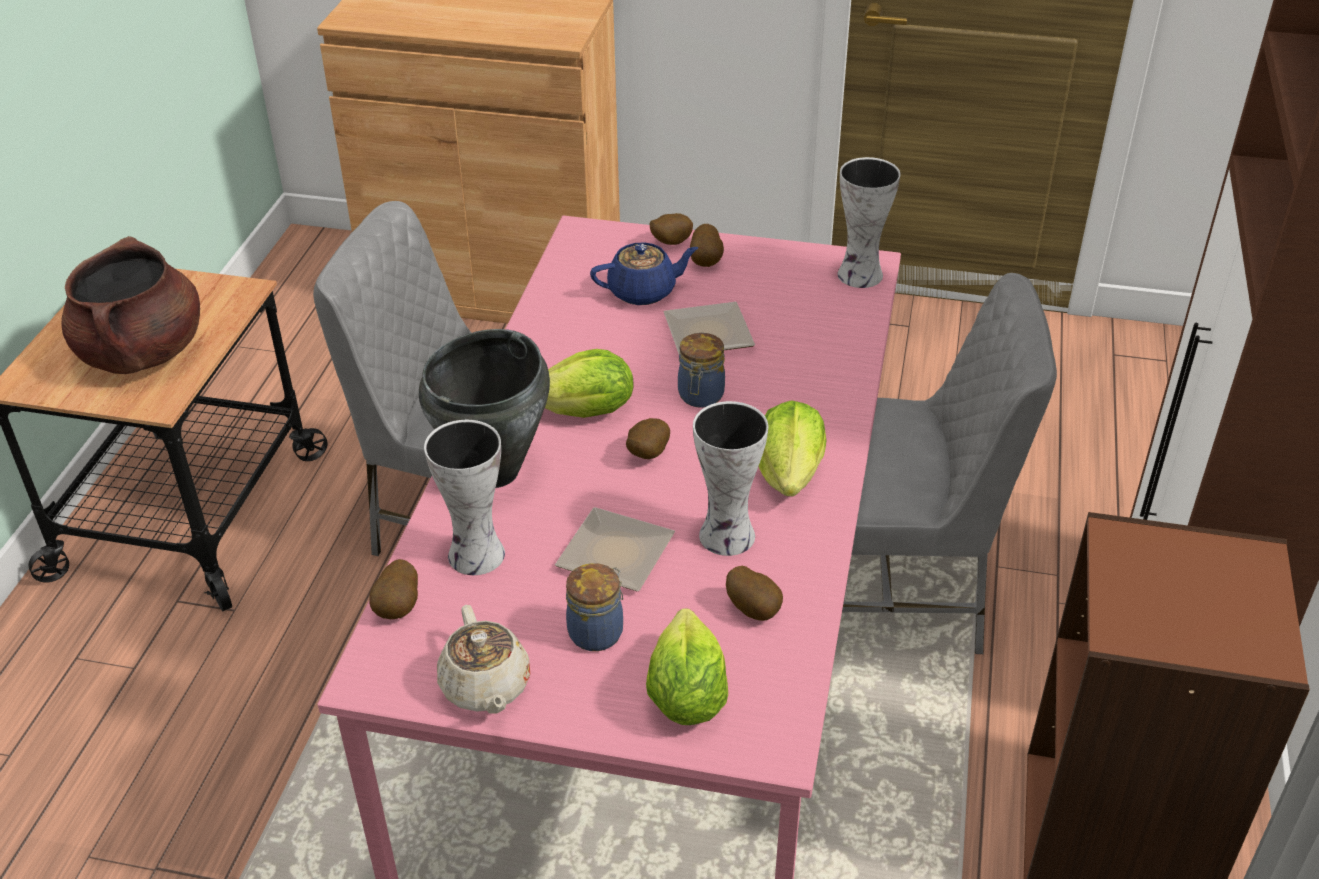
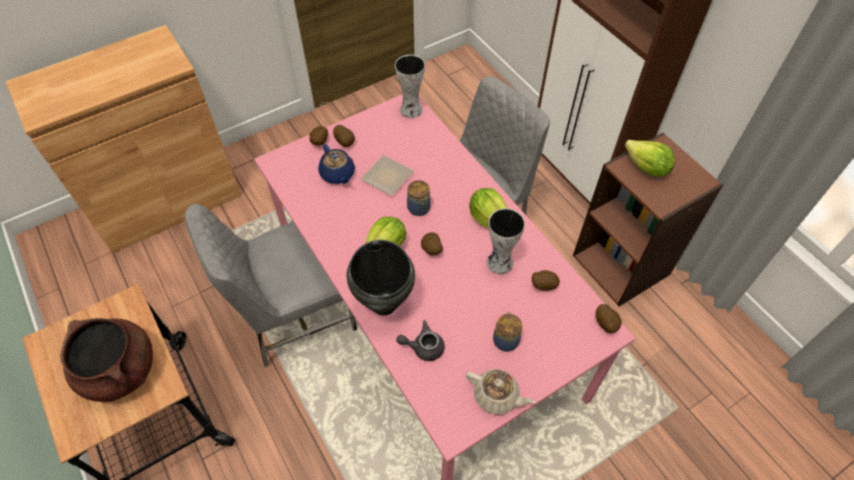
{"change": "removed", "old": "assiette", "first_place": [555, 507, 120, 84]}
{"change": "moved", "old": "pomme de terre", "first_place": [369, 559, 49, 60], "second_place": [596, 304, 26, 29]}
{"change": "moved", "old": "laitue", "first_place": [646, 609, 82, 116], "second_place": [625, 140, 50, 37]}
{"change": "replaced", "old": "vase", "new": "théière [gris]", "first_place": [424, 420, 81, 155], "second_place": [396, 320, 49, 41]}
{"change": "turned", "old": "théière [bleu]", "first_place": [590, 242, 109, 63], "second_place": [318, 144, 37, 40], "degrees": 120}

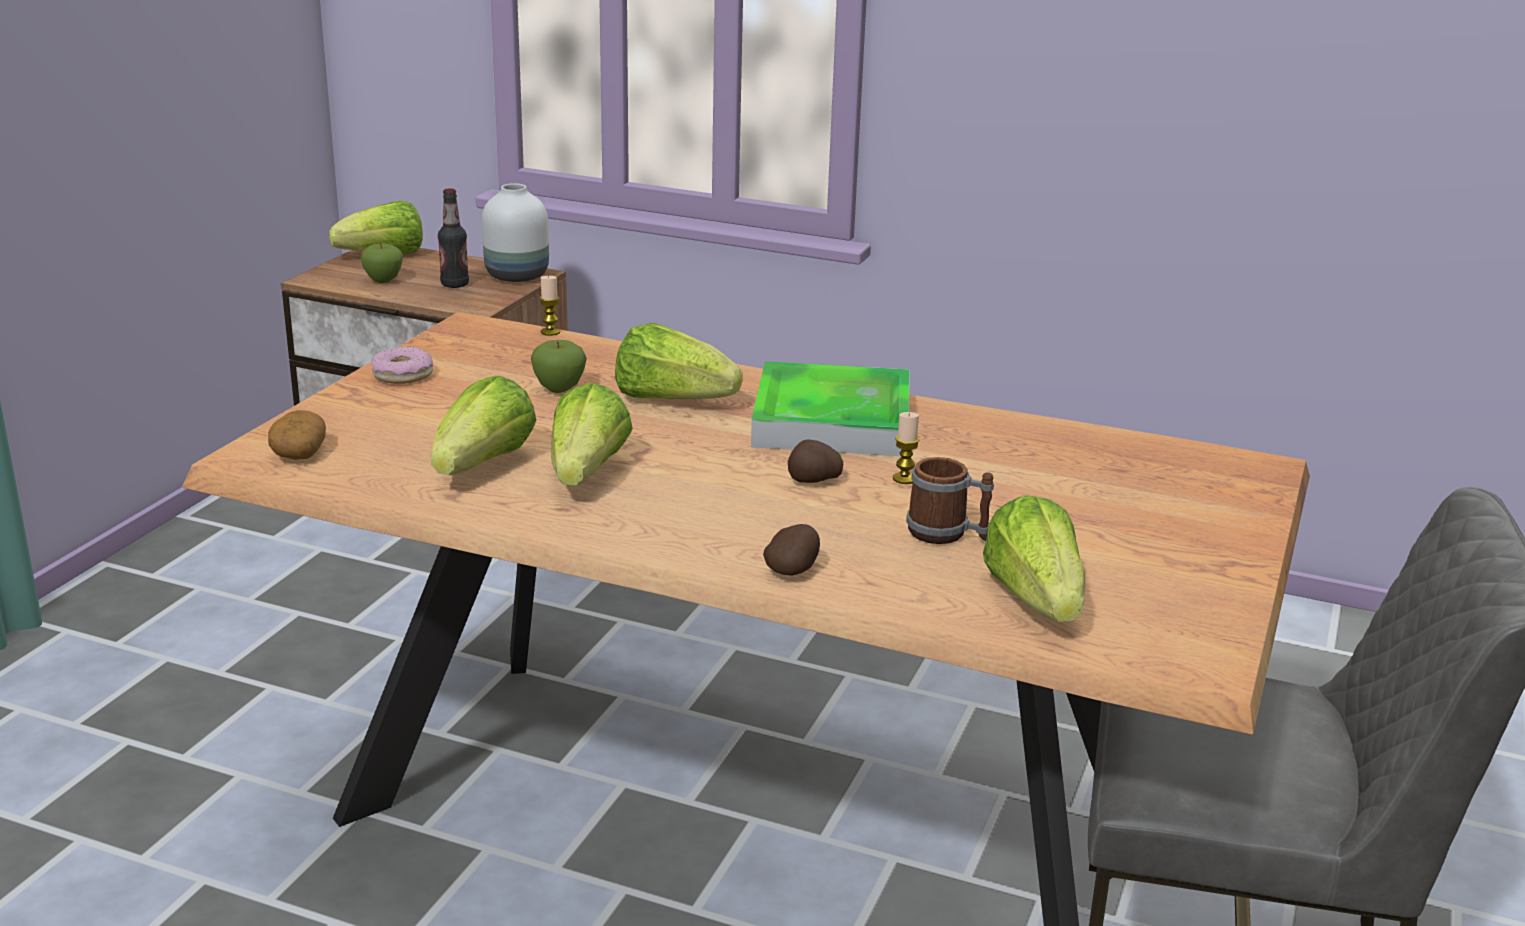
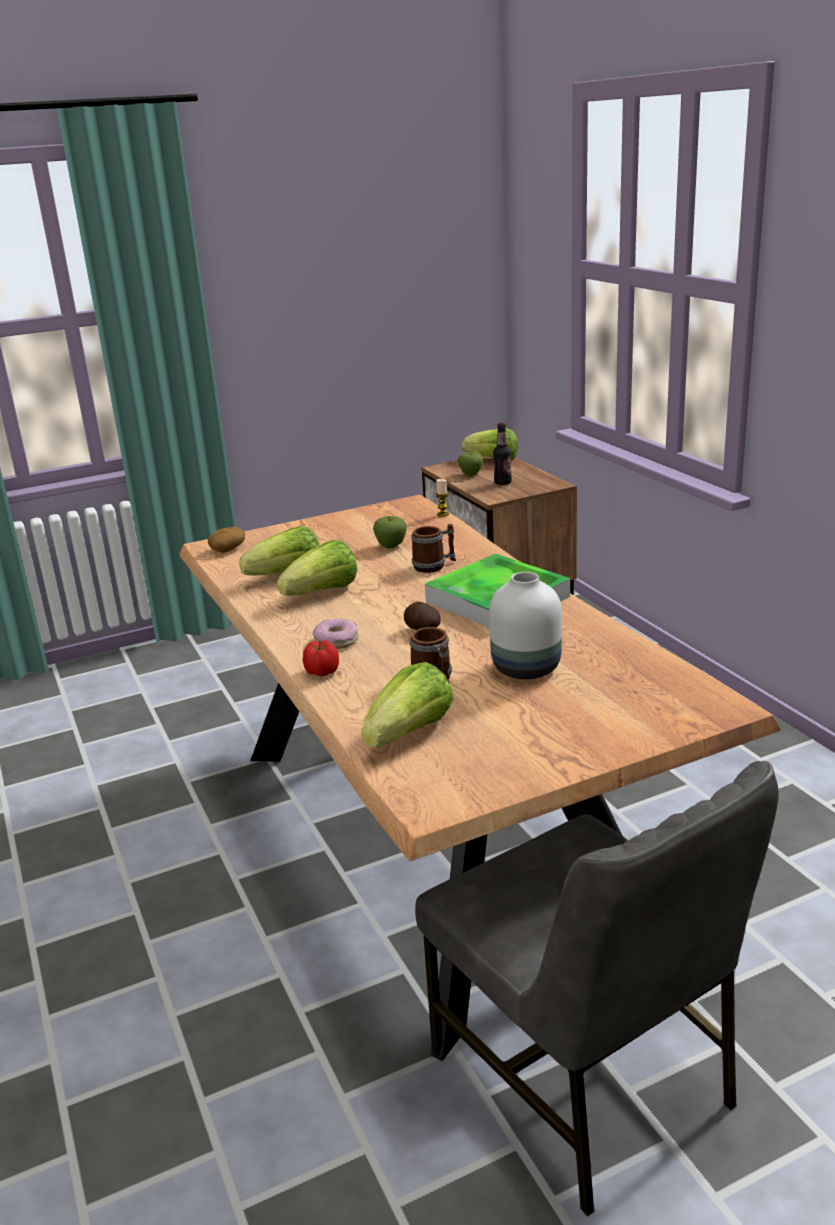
{"change": "removed", "old": "bougie", "first_place": [893, 412, 27, 72]}
{"change": "moved", "old": "beignet", "first_place": [371, 346, 62, 38], "second_place": [313, 619, 46, 30]}
{"change": "moved", "old": "vase [blanc]", "first_place": [482, 183, 67, 99], "second_place": [489, 572, 73, 107]}
{"change": "replaced", "old": "laitue", "new": "mug", "first_place": [615, 323, 128, 76], "second_place": [411, 524, 45, 49]}
{"change": "replaced", "old": "pomme de terre", "new": "tomate", "first_place": [763, 524, 57, 52], "second_place": [303, 640, 36, 36]}

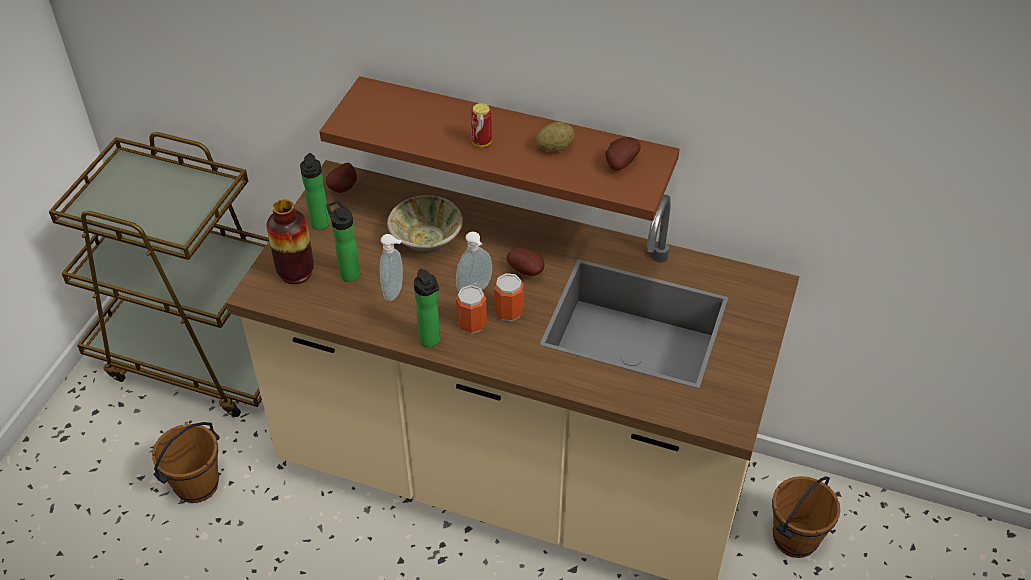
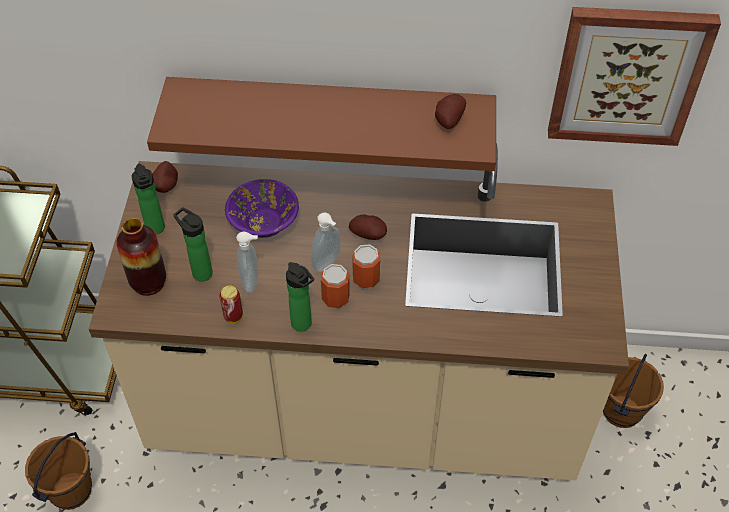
{"change": "removed", "old": "pomme de terre", "first_place": [536, 122, 38, 30]}
{"change": "added", "new": "tableau", "second_place": [548, 7, 173, 139]}
{"change": "moved", "old": "boîte métallique", "first_place": [471, 103, 21, 44], "second_place": [219, 286, 24, 37]}
{"change": "recoloured", "old": "bol [beige]", "new": "bol [violet]", "first_place": [387, 195, 76, 59], "second_place": [225, 179, 74, 59]}

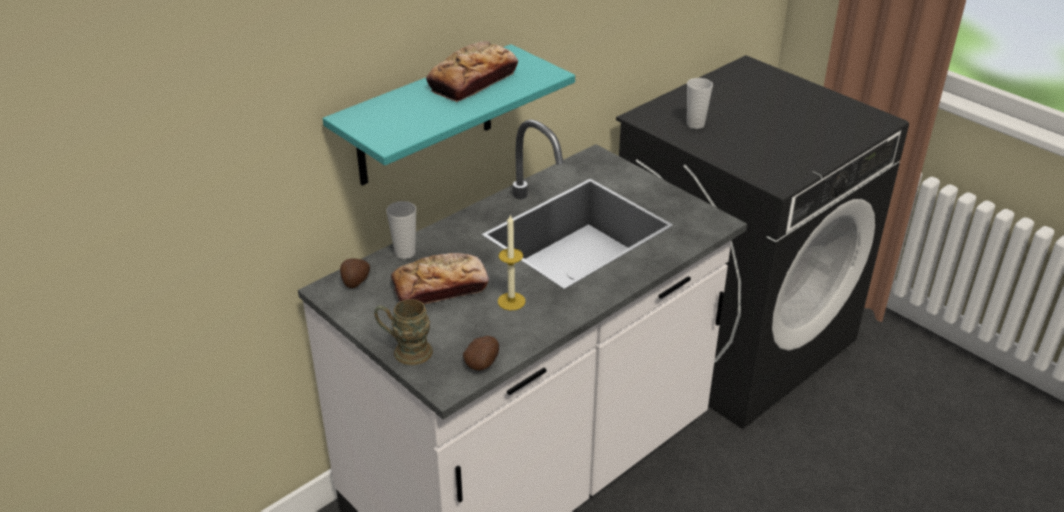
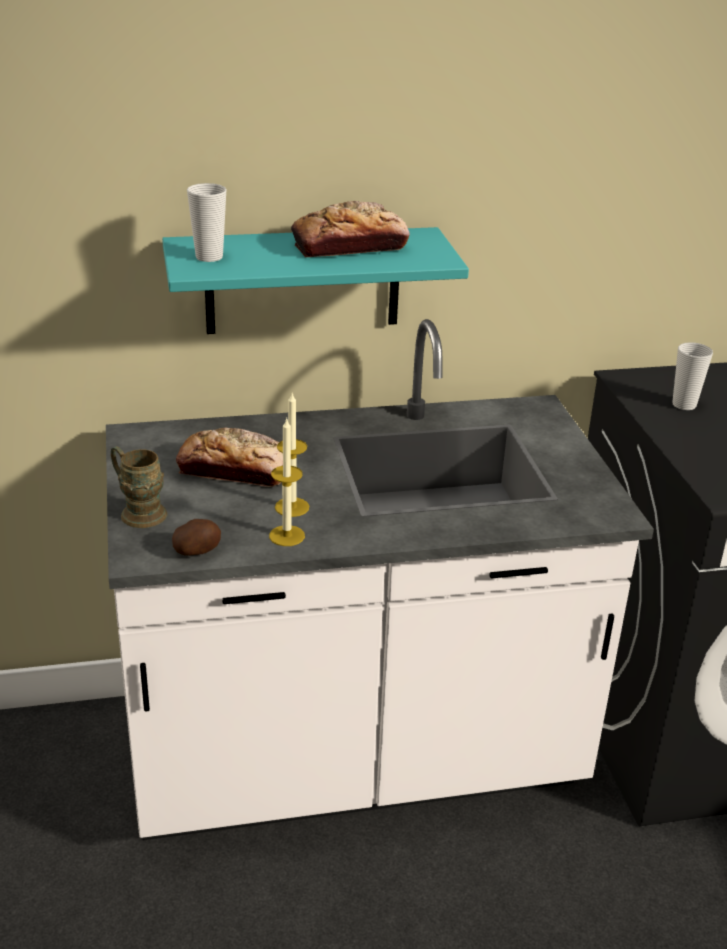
{"change": "removed", "old": "pomme de terre", "first_place": [340, 258, 30, 30]}
{"change": "added", "new": "bougie", "second_place": [269, 418, 36, 128]}
{"change": "moved", "old": "tasse", "first_place": [387, 201, 29, 58], "second_place": [187, 183, 39, 79]}

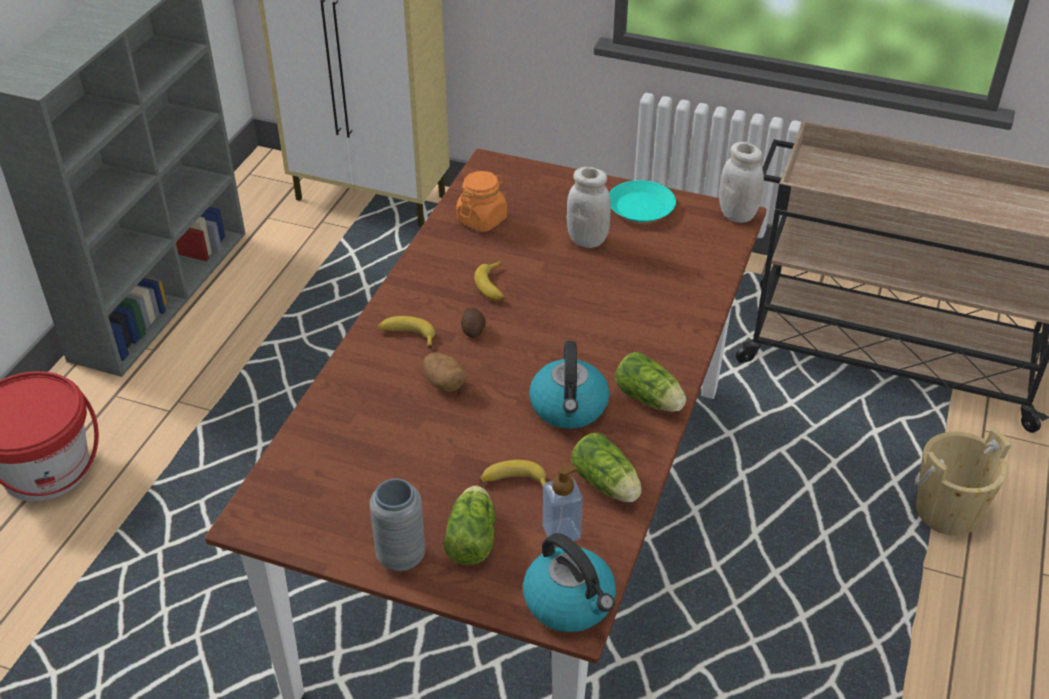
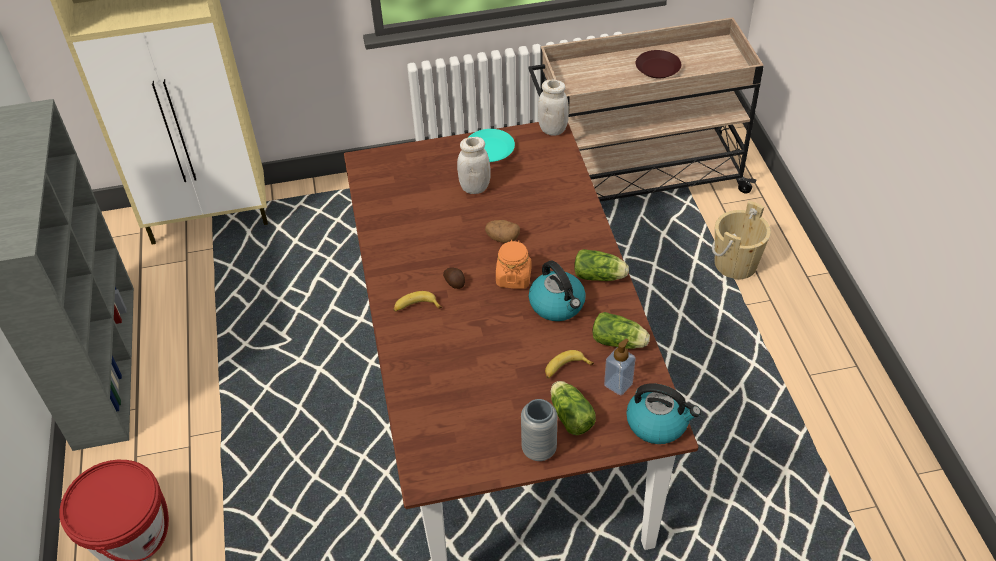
{"change": "removed", "old": "banane", "first_place": [474, 261, 31, 40]}
{"change": "added", "new": "assiette [marron]", "second_place": [636, 50, 45, 28]}
{"change": "moved", "old": "pomme de terre", "first_place": [423, 352, 43, 40], "second_place": [485, 220, 35, 23]}
{"change": "moved", "old": "bocal [orange]", "first_place": [456, 171, 51, 61], "second_place": [496, 240, 35, 49]}

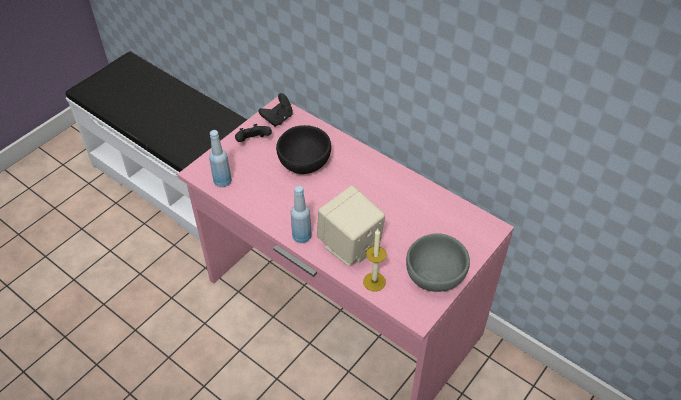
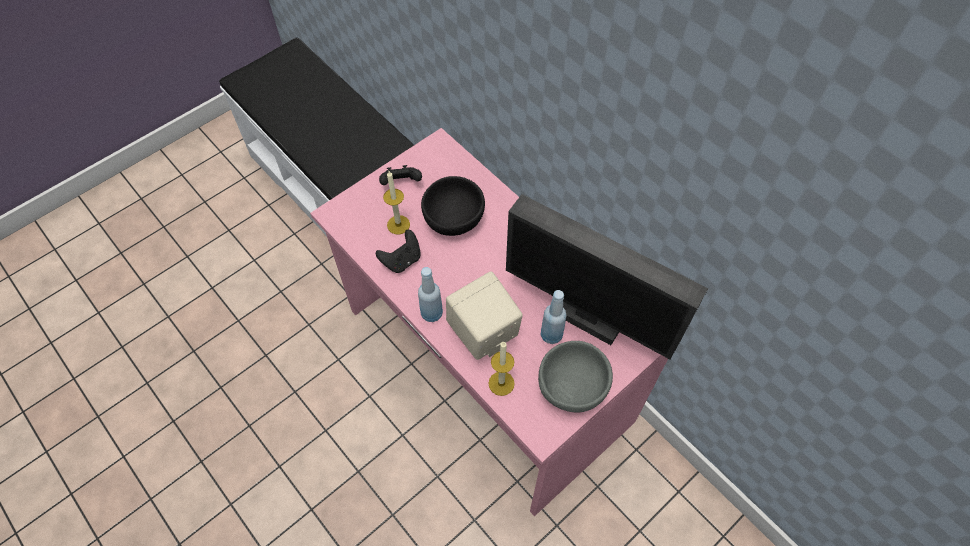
{"change": "added", "new": "bougie", "second_place": [383, 171, 27, 64]}
{"change": "added", "new": "écran d'ordinateur", "second_place": [506, 194, 202, 165]}
{"change": "moved", "old": "bouteille [bleu]", "first_place": [209, 130, 23, 57], "second_place": [541, 290, 26, 54]}
{"change": "moved", "old": "manette [noir]", "first_place": [259, 93, 34, 34], "second_place": [376, 230, 45, 43]}

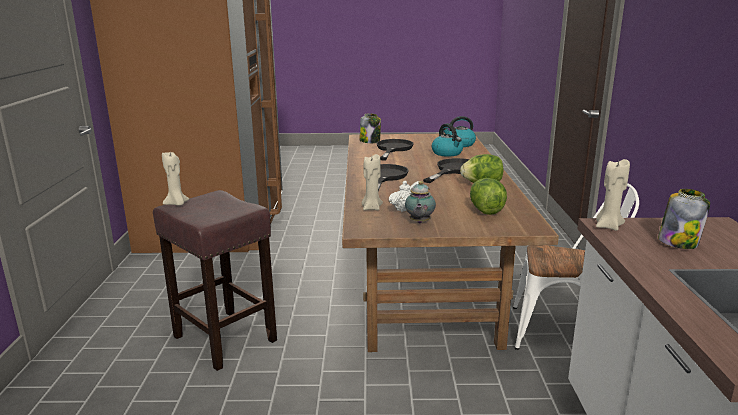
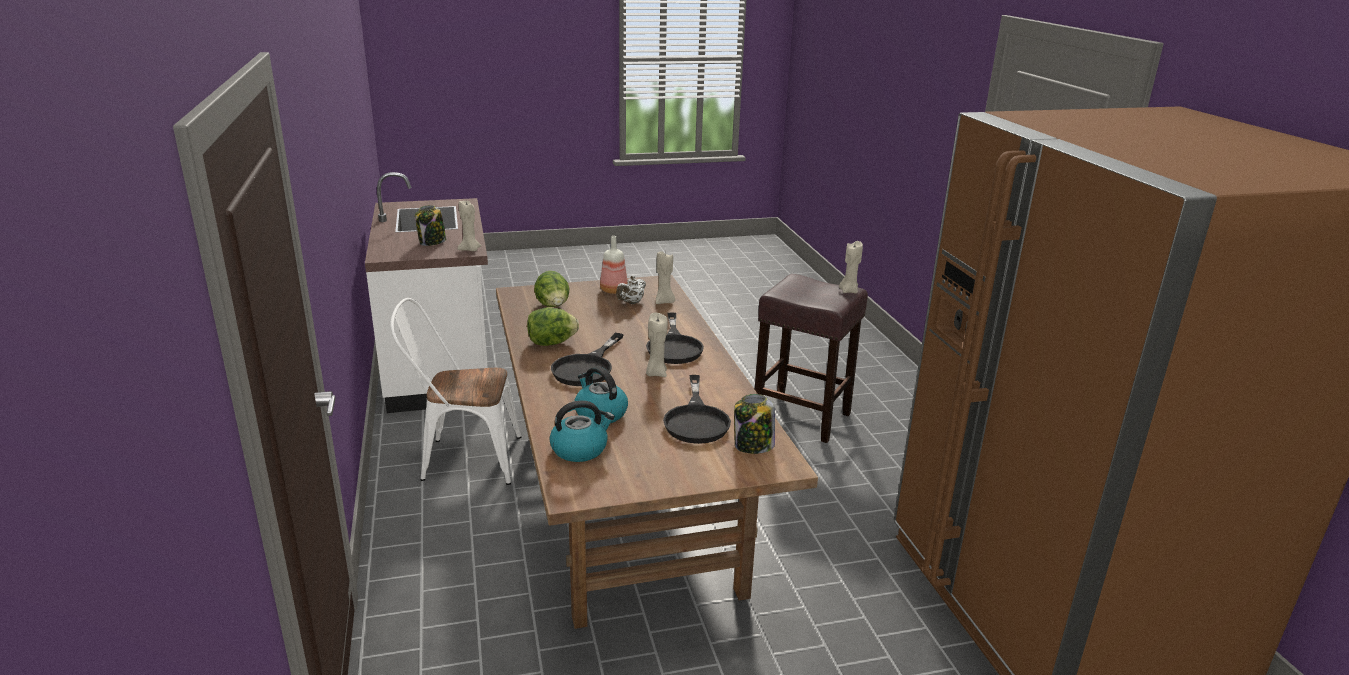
{"change": "added", "new": "bougie [beige]", "second_place": [646, 313, 22, 64]}
{"change": "replaced", "old": "théière", "new": "bouteille", "first_place": [405, 181, 31, 43], "second_place": [600, 236, 28, 58]}

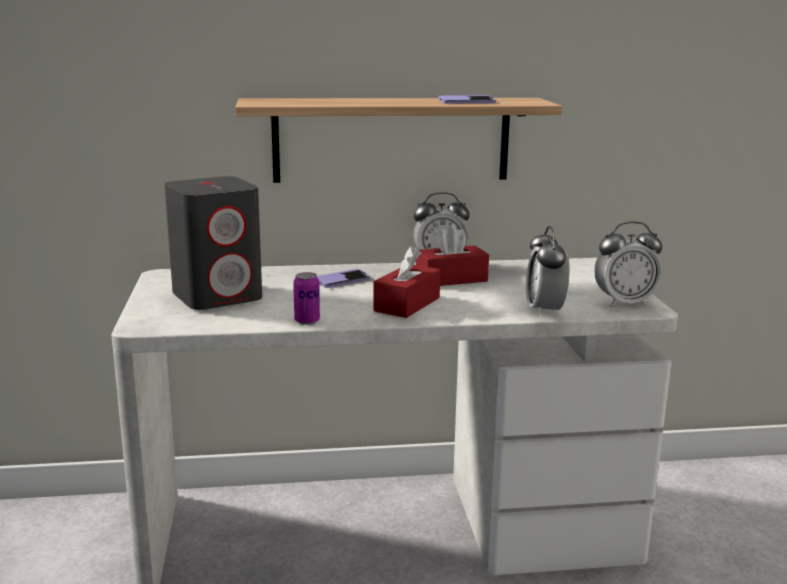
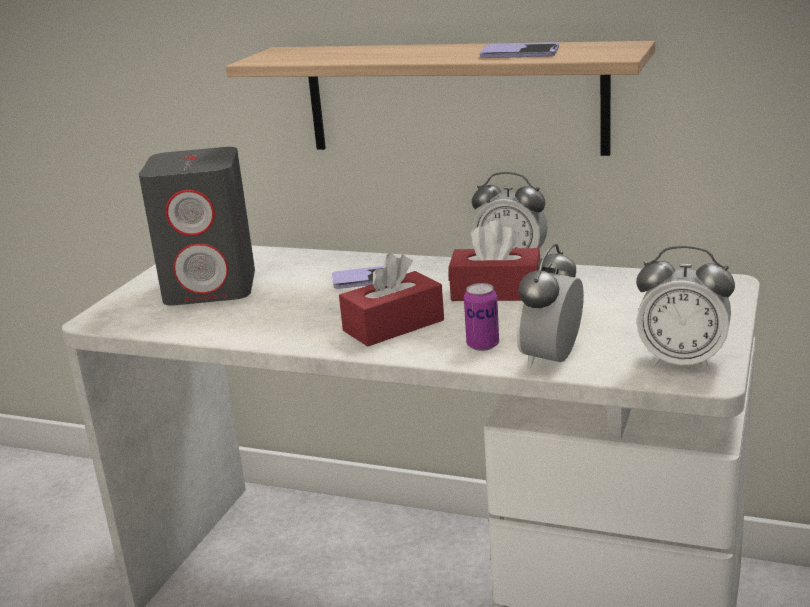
{"change": "moved", "old": "boîte métallique", "first_place": [293, 272, 27, 53], "second_place": [464, 283, 35, 68]}

